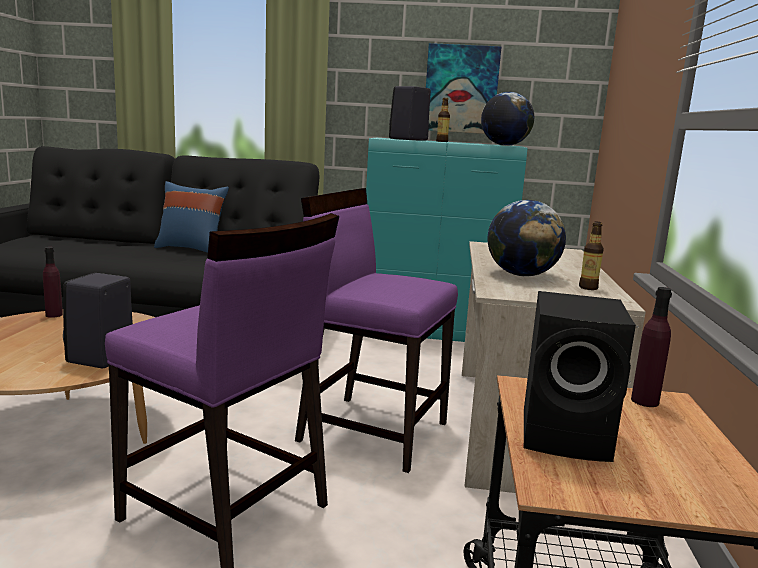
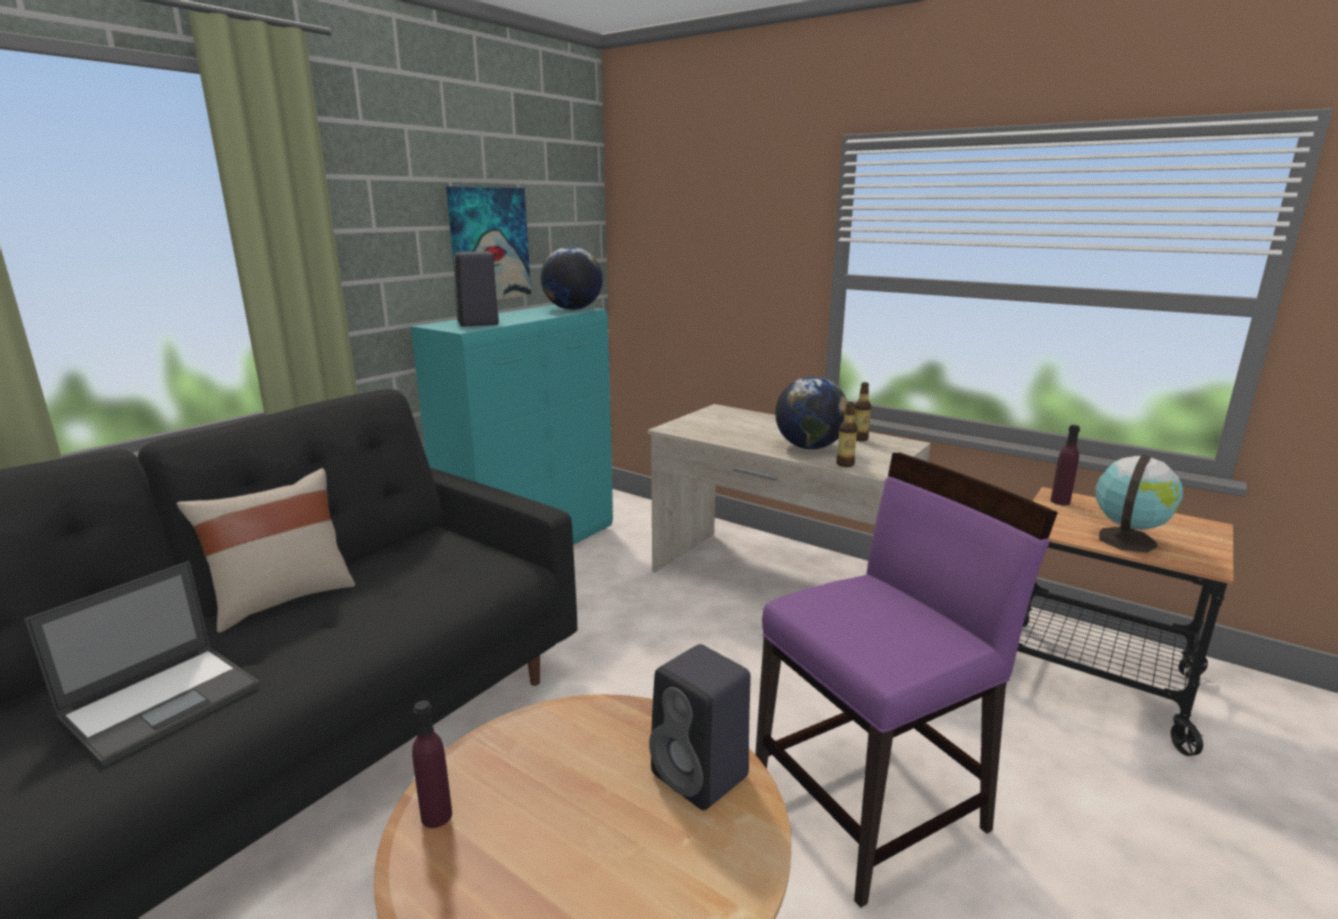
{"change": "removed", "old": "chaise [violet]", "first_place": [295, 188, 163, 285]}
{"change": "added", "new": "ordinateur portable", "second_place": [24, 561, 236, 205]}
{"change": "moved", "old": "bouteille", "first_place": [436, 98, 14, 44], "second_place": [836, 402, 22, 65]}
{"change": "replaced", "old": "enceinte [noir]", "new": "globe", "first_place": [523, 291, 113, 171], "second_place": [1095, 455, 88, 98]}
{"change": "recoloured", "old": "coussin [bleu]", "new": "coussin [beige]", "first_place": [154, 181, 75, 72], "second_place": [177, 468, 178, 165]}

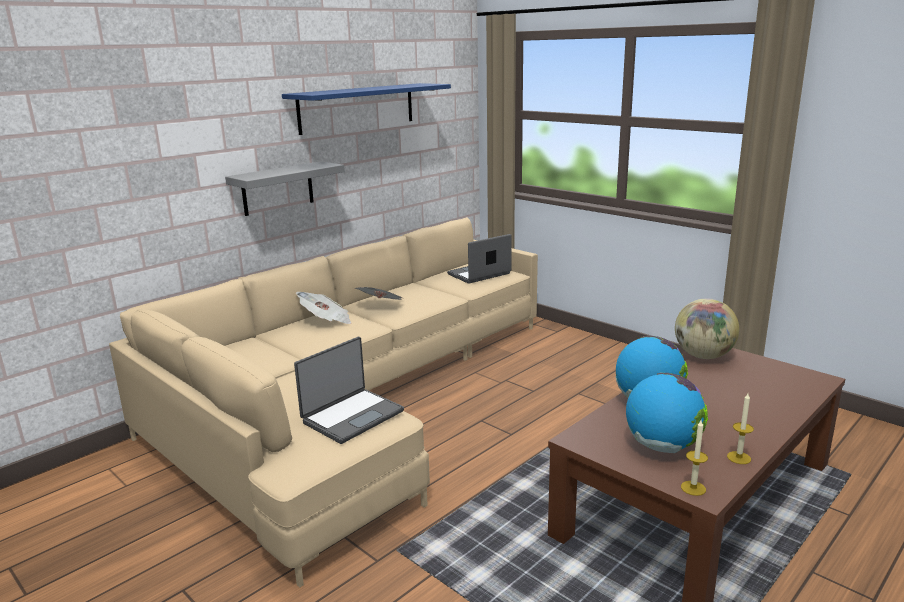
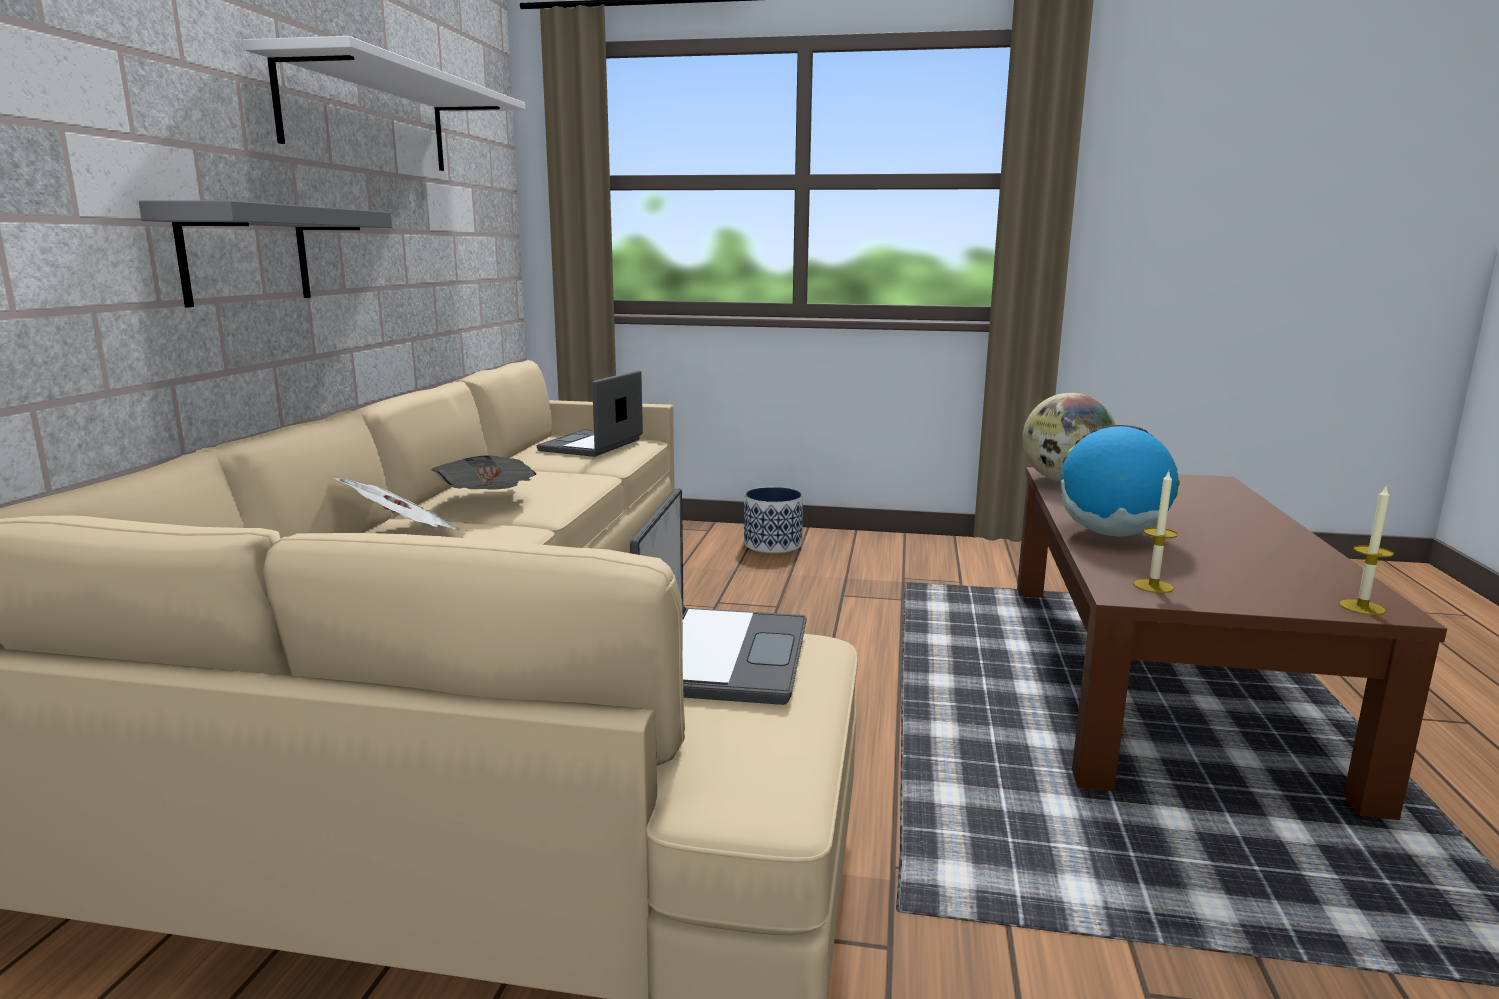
{"change": "removed", "old": "globe", "first_place": [626, 373, 82, 80]}
{"change": "added", "new": "cache-pot", "second_place": [744, 487, 59, 66]}
{"change": "moved", "old": "bougie", "first_place": [727, 393, 27, 71], "second_place": [1134, 471, 44, 122]}
{"change": "recoloured", "old": "étagère [bleu]", "new": "étagère [blanc]", "first_place": [282, 83, 169, 52], "second_place": [243, 36, 282, 135]}

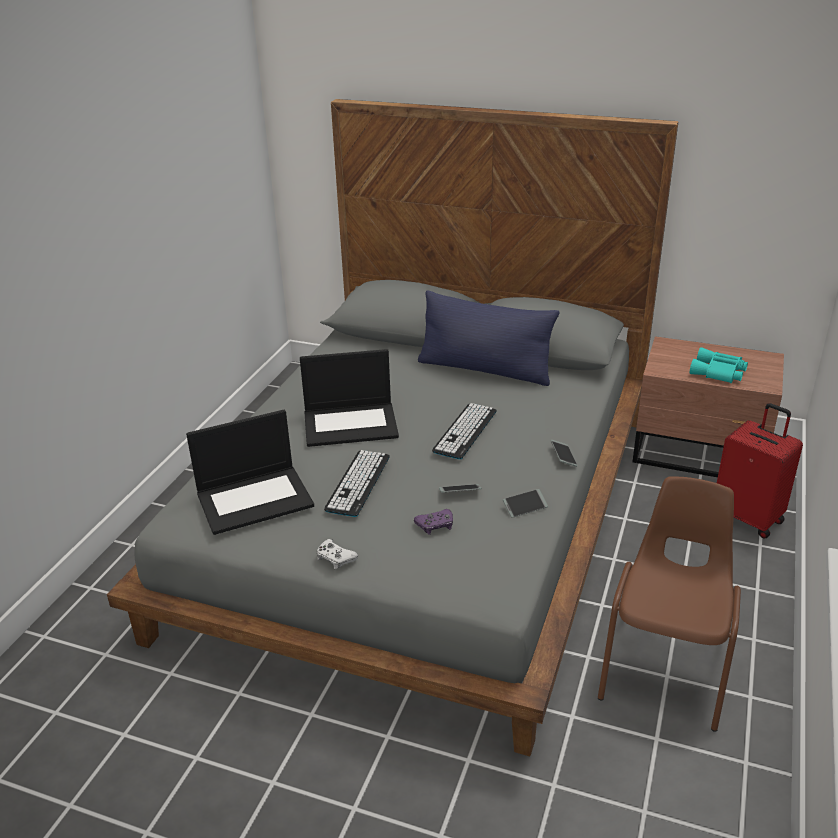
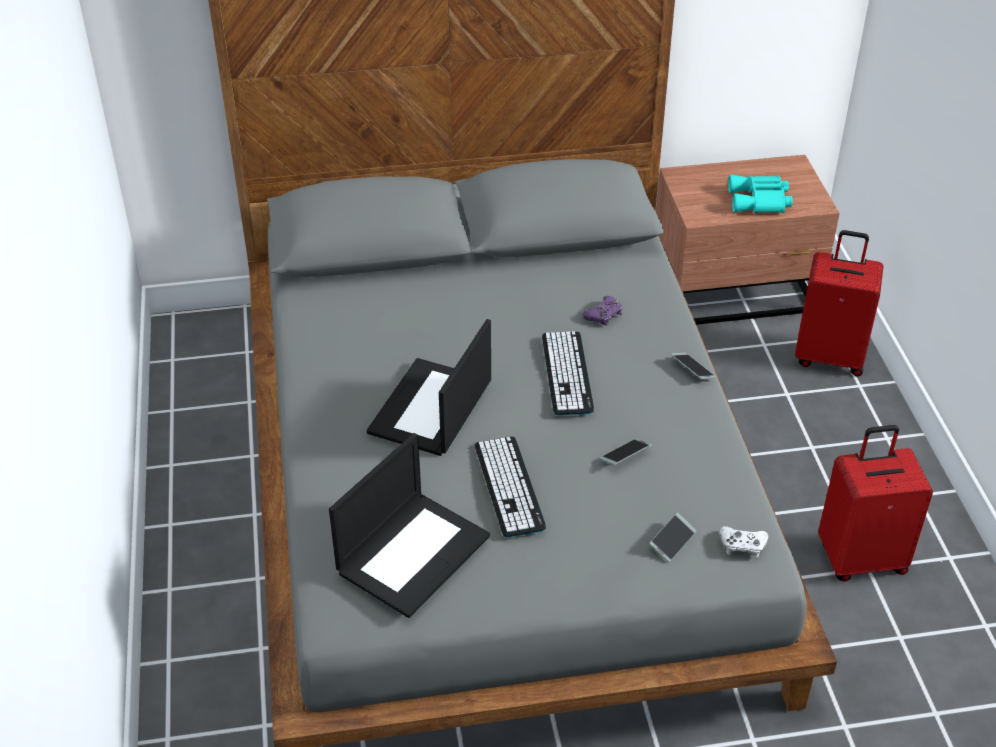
{"change": "removed", "old": "coussin [bleu]", "first_place": [418, 290, 141, 96]}
{"change": "moved", "old": "manette [blanc]", "first_place": [316, 539, 42, 30], "second_place": [719, 526, 49, 32]}
{"change": "moved", "old": "manette [violet]", "first_place": [414, 509, 39, 26], "second_place": [583, 296, 40, 29]}
{"change": "moved", "old": "téléphone", "first_place": [503, 489, 45, 29], "second_place": [649, 513, 47, 49]}
{"change": "replaced", "old": "chaise [marron]", "new": "valise [rouge]", "first_place": [598, 476, 143, 256], "second_place": [818, 425, 115, 156]}
{"change": "turned", "old": "ordinateur portable", "first_place": [300, 349, 99, 98], "second_place": [367, 319, 124, 137], "degrees": 150}

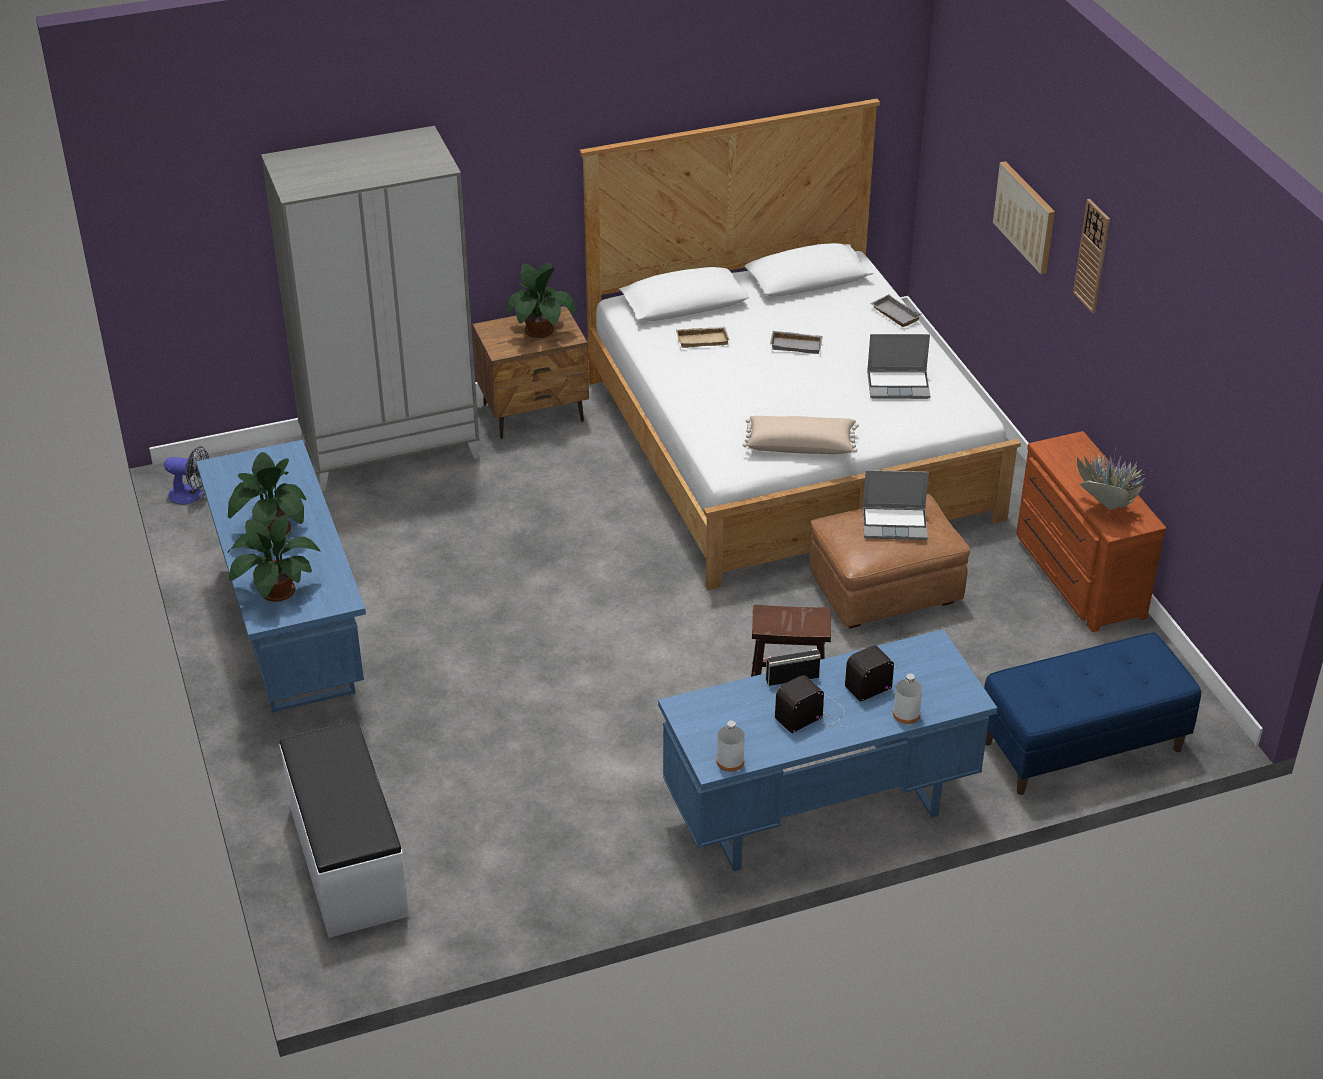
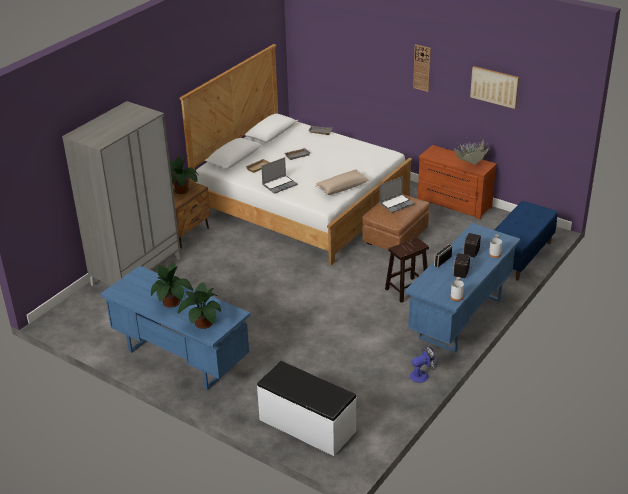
{"change": "moved", "old": "ventilateur", "first_place": [164, 446, 45, 59], "second_place": [410, 345, 27, 38]}
{"change": "moved", "old": "ordinateur portable", "first_place": [867, 334, 63, 65], "second_place": [261, 157, 36, 37]}
{"change": "moved", "old": "tableau", "first_place": [993, 161, 62, 113], "second_place": [470, 66, 49, 43]}

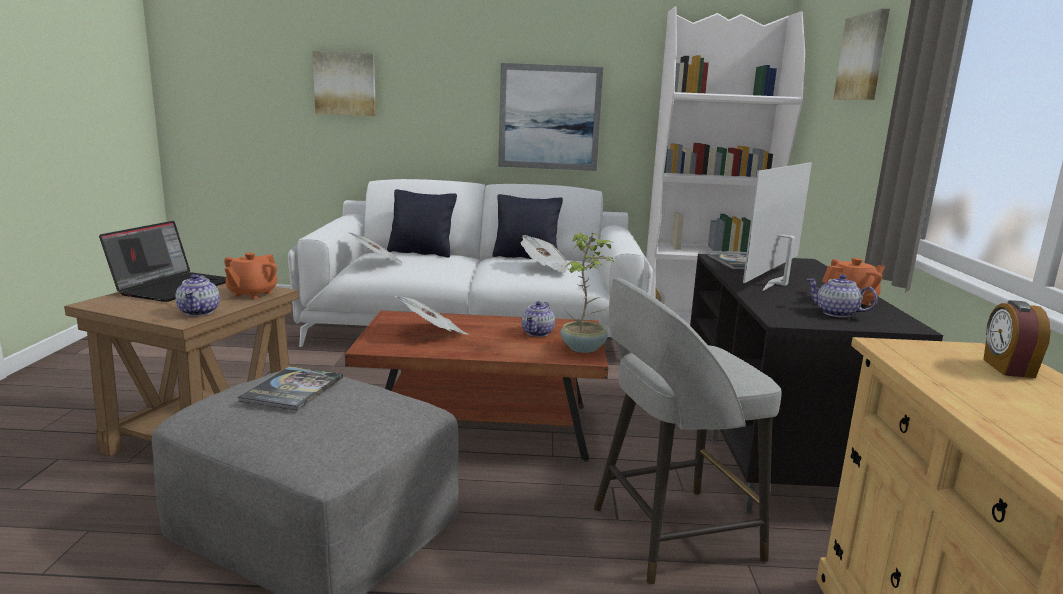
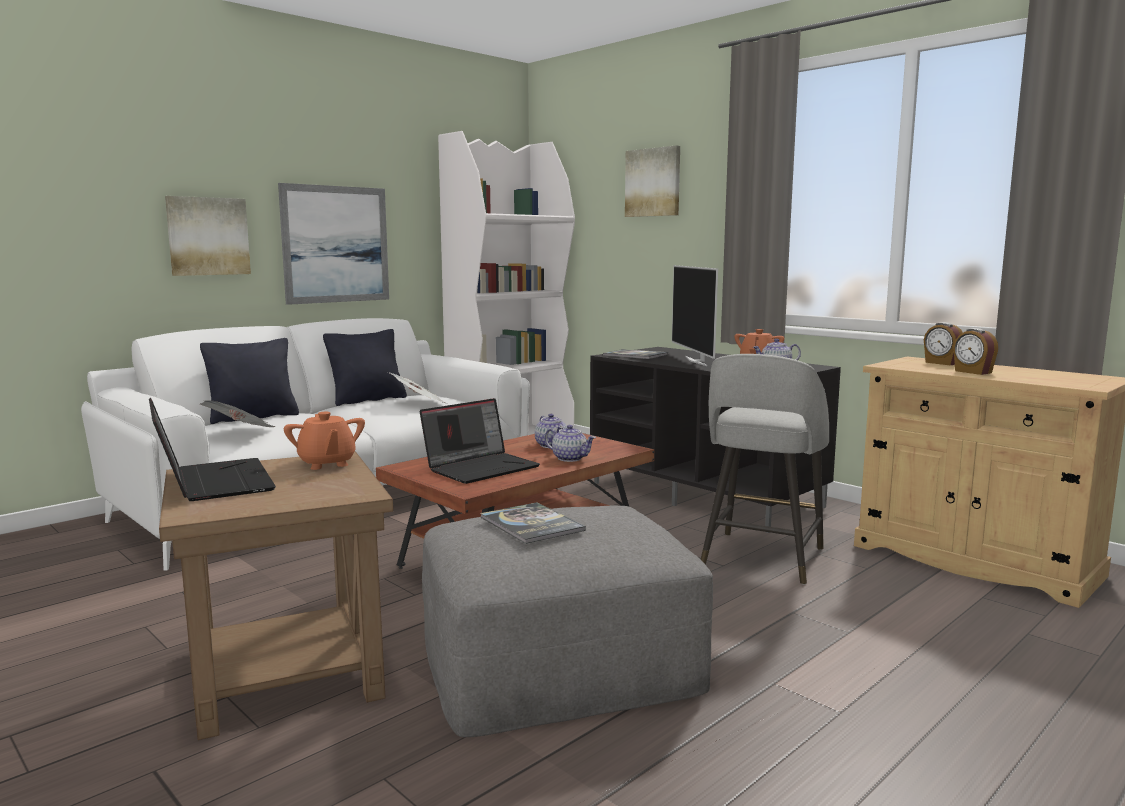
{"change": "removed", "old": "plante en pot", "first_place": [561, 233, 54, 120]}
{"change": "added", "new": "réveil", "second_place": [953, 328, 45, 47]}
{"change": "moved", "old": "théière", "first_place": [175, 274, 45, 42], "second_place": [545, 425, 51, 37]}
{"change": "moved", "old": "tableau", "first_place": [313, 51, 63, 65], "second_place": [165, 196, 86, 80]}
{"change": "replaced", "old": "journal", "new": "ordinateur portable", "first_place": [394, 296, 75, 39], "second_place": [420, 398, 120, 86]}

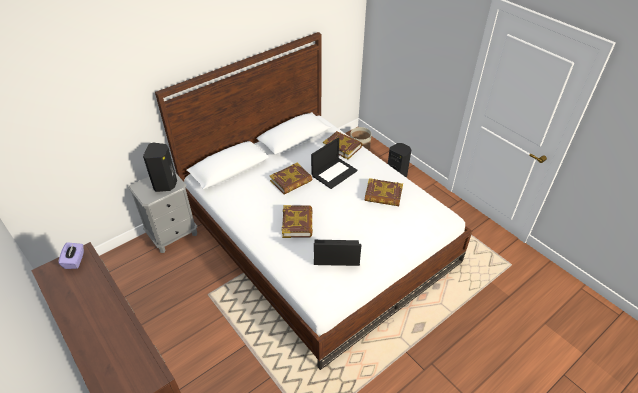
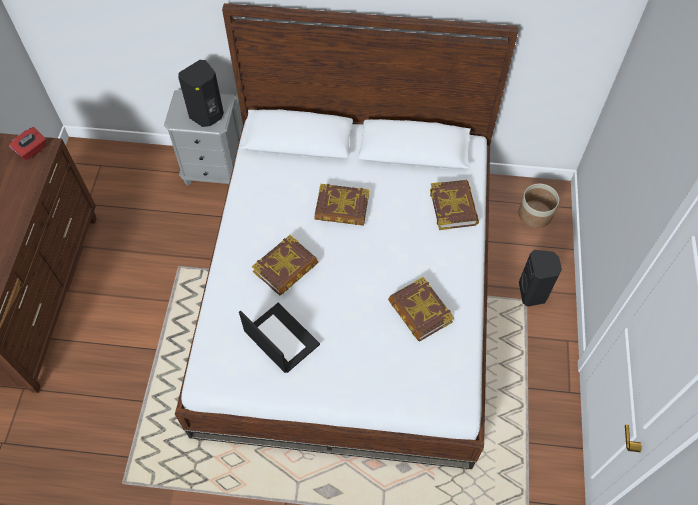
{"change": "removed", "old": "ordinateur portable", "first_place": [311, 138, 47, 51]}
{"change": "recoloured", "old": "boîte à mouchoirs [violet]", "new": "boîte à mouchoirs [rouge]", "first_place": [58, 242, 26, 27], "second_place": [9, 127, 37, 34]}

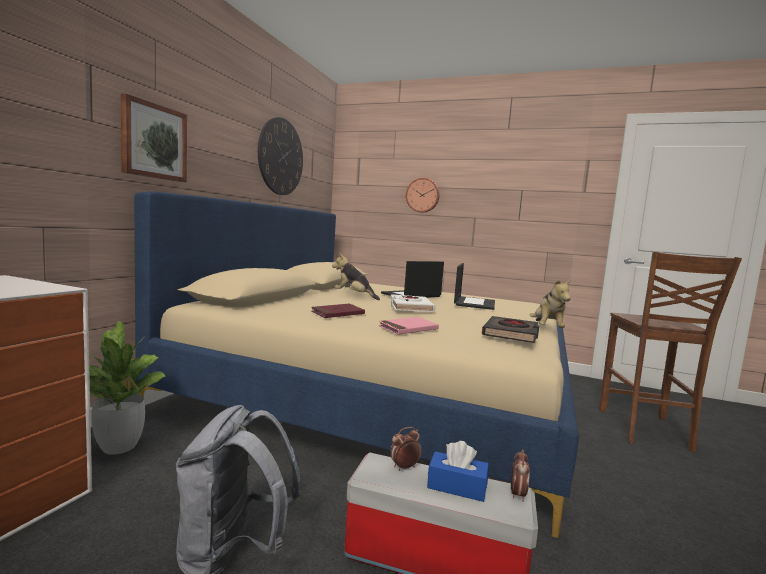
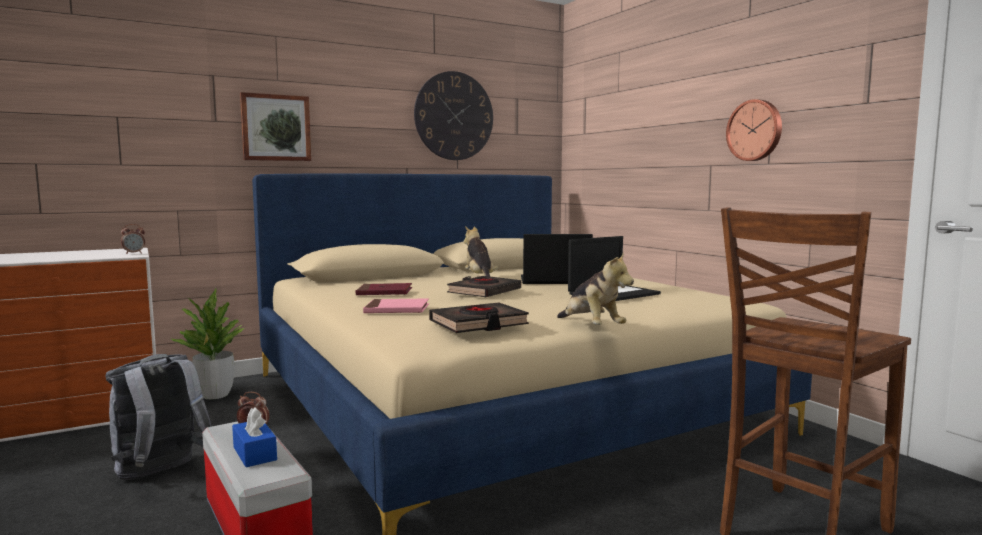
{"change": "moved", "old": "horloge murale", "first_place": [406, 178, 34, 35], "second_place": [726, 99, 56, 62]}
{"change": "moved", "old": "réveil", "first_place": [511, 449, 19, 53], "second_place": [121, 224, 24, 30]}
{"change": "recoloured", "old": "livre [blanc]", "new": "livre [noir]", "first_place": [390, 294, 45, 18], "second_place": [447, 276, 74, 21]}
{"change": "turned", "old": "peluche", "first_place": [530, 279, 41, 49], "second_place": [557, 252, 77, 73], "degrees": -75}

